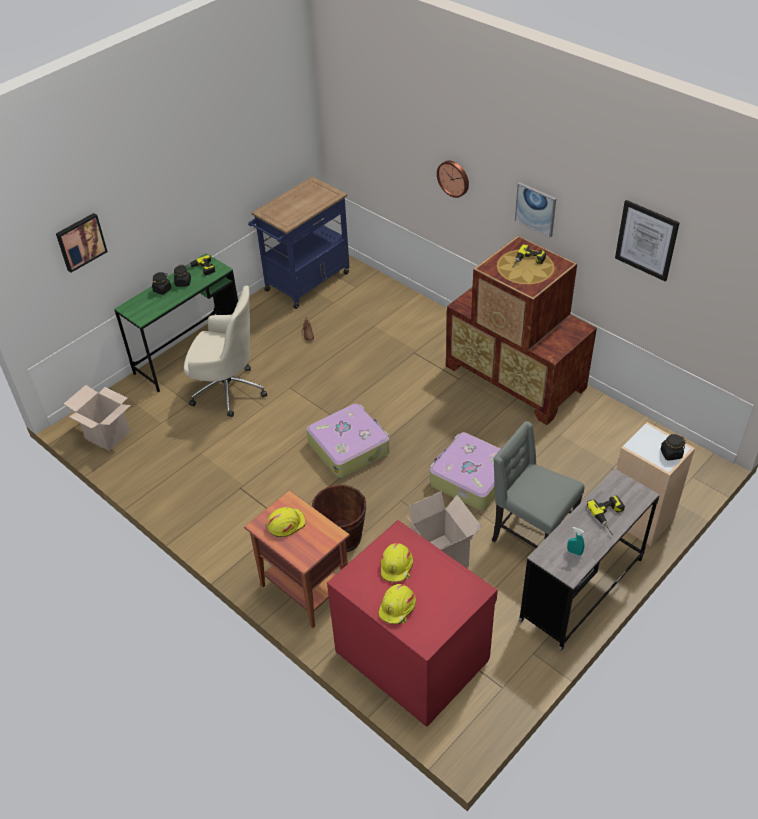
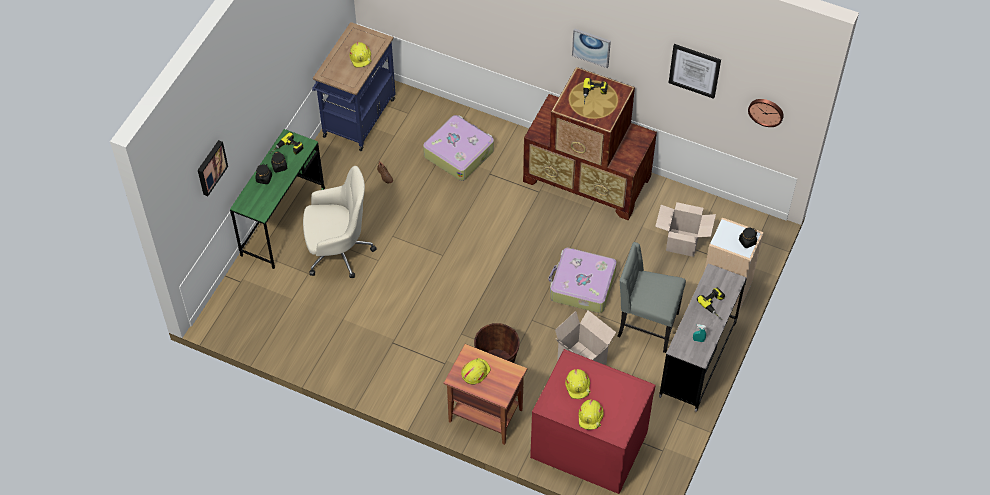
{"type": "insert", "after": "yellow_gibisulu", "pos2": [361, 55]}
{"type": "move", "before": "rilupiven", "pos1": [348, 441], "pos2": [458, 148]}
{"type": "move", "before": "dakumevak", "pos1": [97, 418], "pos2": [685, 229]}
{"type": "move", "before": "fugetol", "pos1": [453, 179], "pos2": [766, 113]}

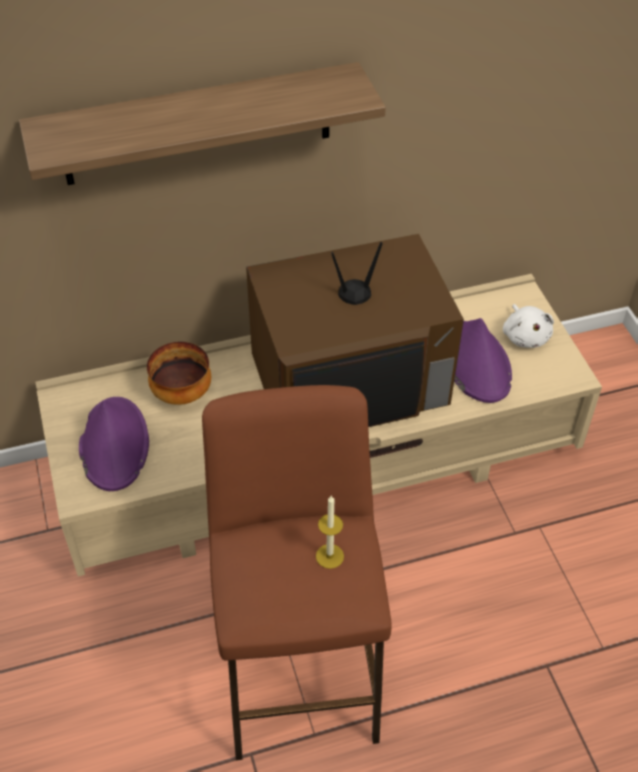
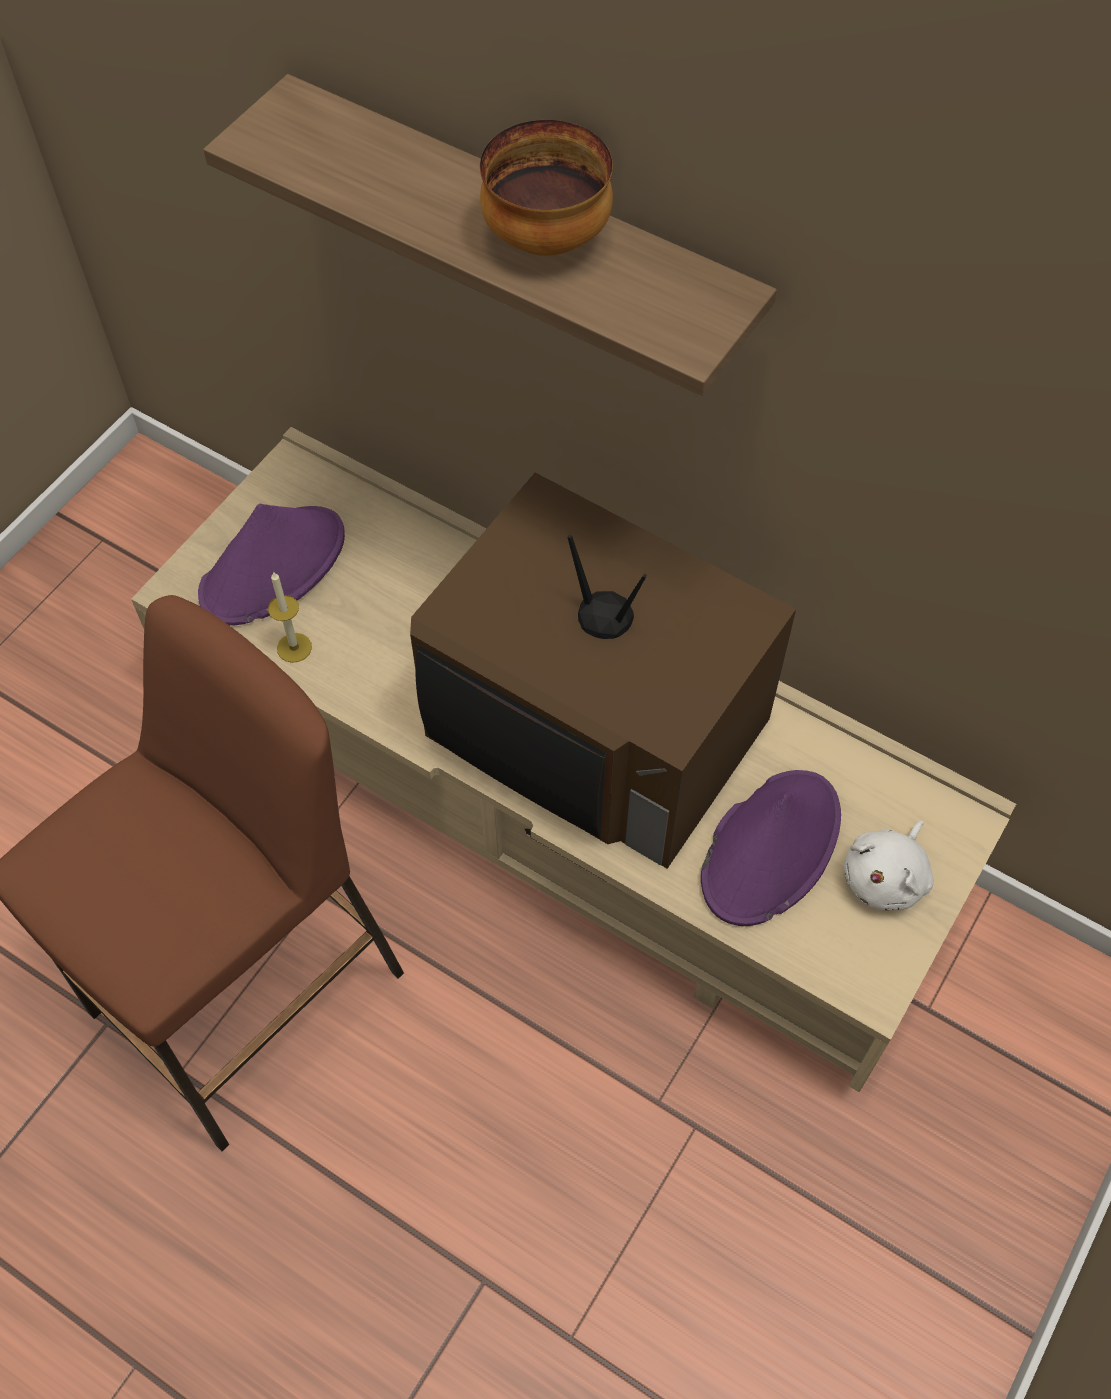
{"type": "move", "before": "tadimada", "pos1": [330, 532], "pos2": [290, 617]}
{"type": "move", "before": "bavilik", "pos1": [179, 373], "pos2": [546, 188]}

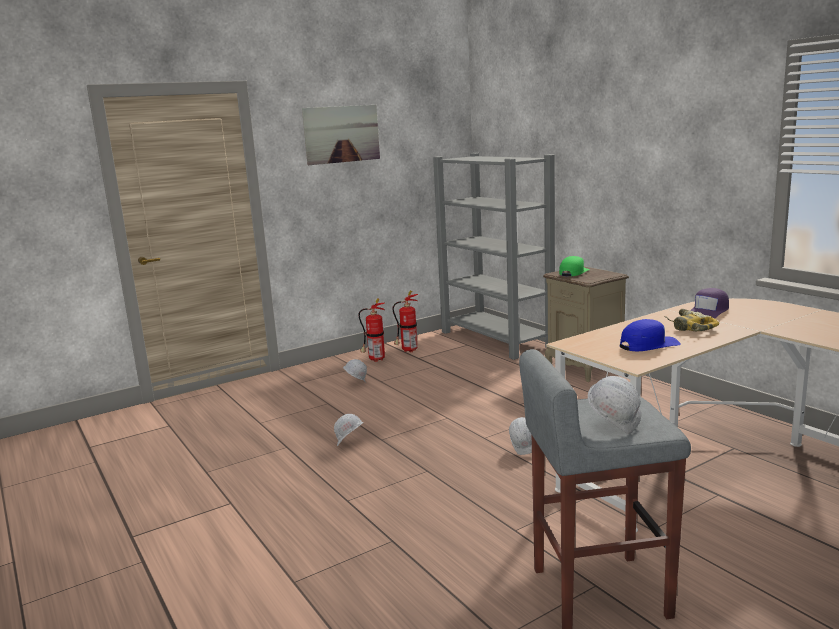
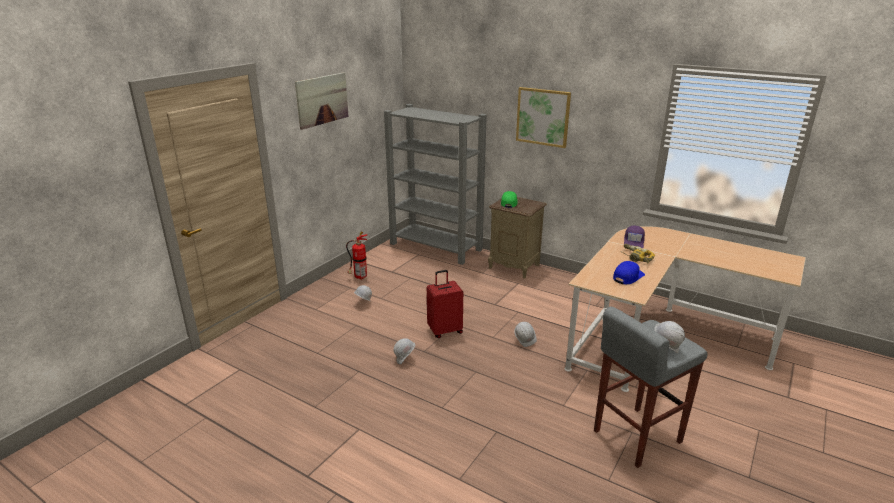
{"type": "insert", "after": "red_rilupiven", "pos2": [445, 304]}
{"type": "insert", "after": "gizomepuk", "pos2": [543, 117]}
{"type": "delete", "before": "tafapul", "pos1": [405, 321]}

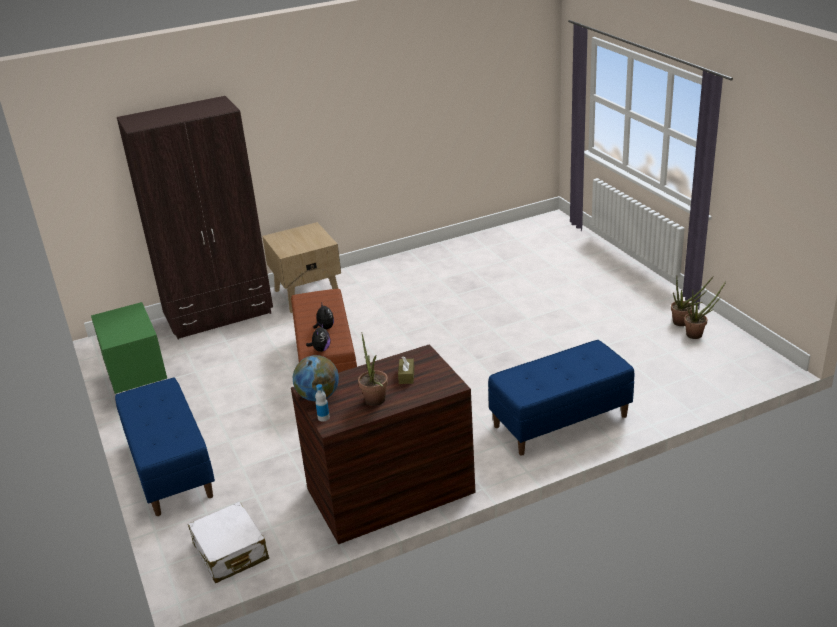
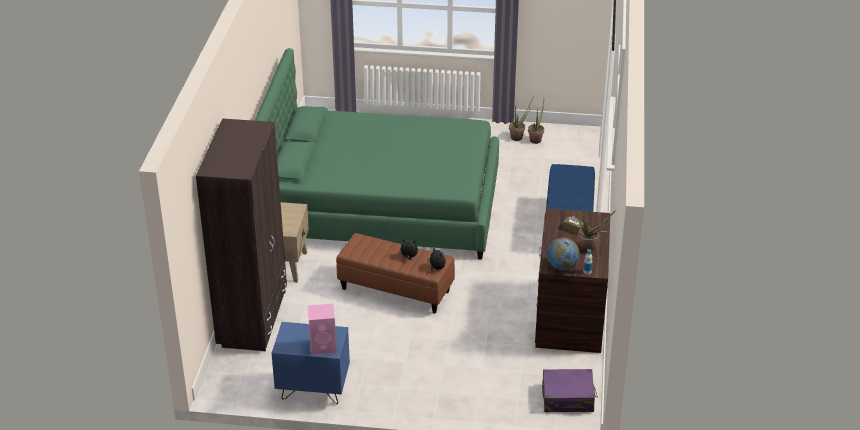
{"type": "insert", "after": "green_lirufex", "pos2": [377, 154]}
{"type": "recolor", "before": "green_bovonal", "after": "blue_bovonal", "pos1": [129, 348], "pos2": [311, 363]}
{"type": "insert", "after": "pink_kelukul", "pos2": [322, 329]}
{"type": "recolor", "before": "white_rilupiven", "after": "purple_rilupiven", "pos1": [228, 542], "pos2": [570, 390]}
{"type": "delete", "before": "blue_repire", "pos1": [165, 446]}

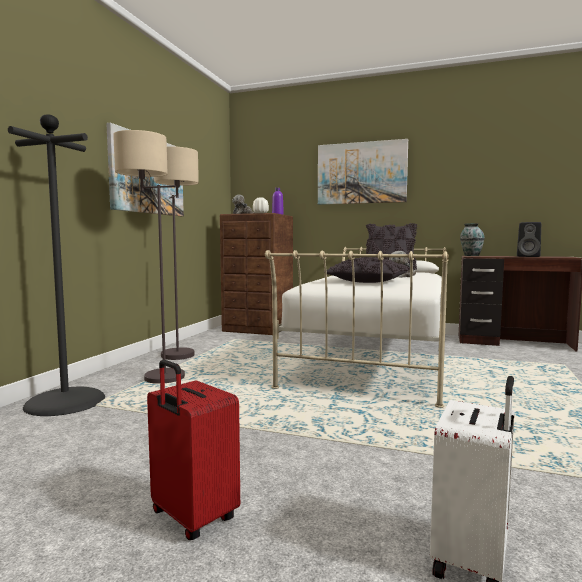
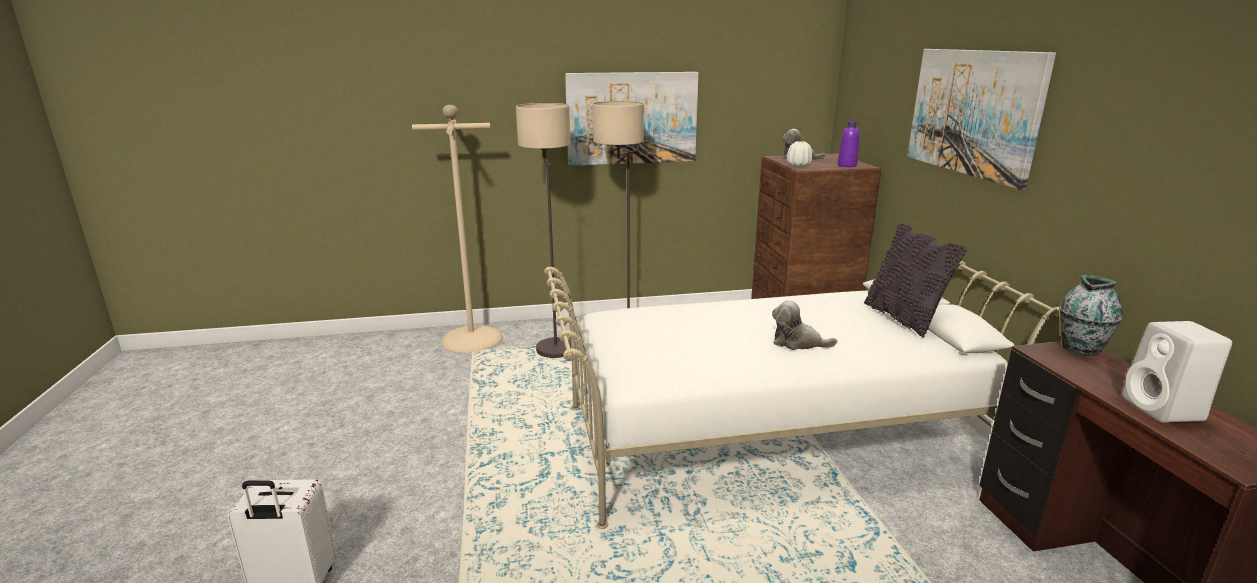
{"type": "recolor", "before": "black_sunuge", "after": "beige_sunuge", "pos1": [56, 265], "pos2": [457, 229]}
{"type": "recolor", "before": "black_kelukul", "after": "white_kelukul", "pos1": [529, 239], "pos2": [1177, 371]}
{"type": "delete", "before": "red_rilupiven", "pos1": [193, 450]}
{"type": "delete", "before": "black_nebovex", "pos1": [367, 270]}

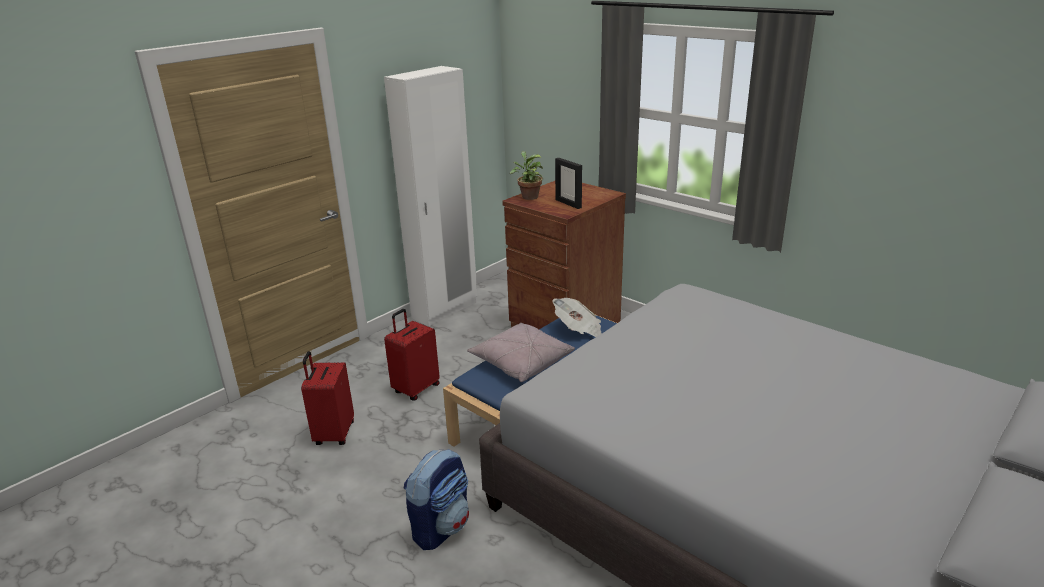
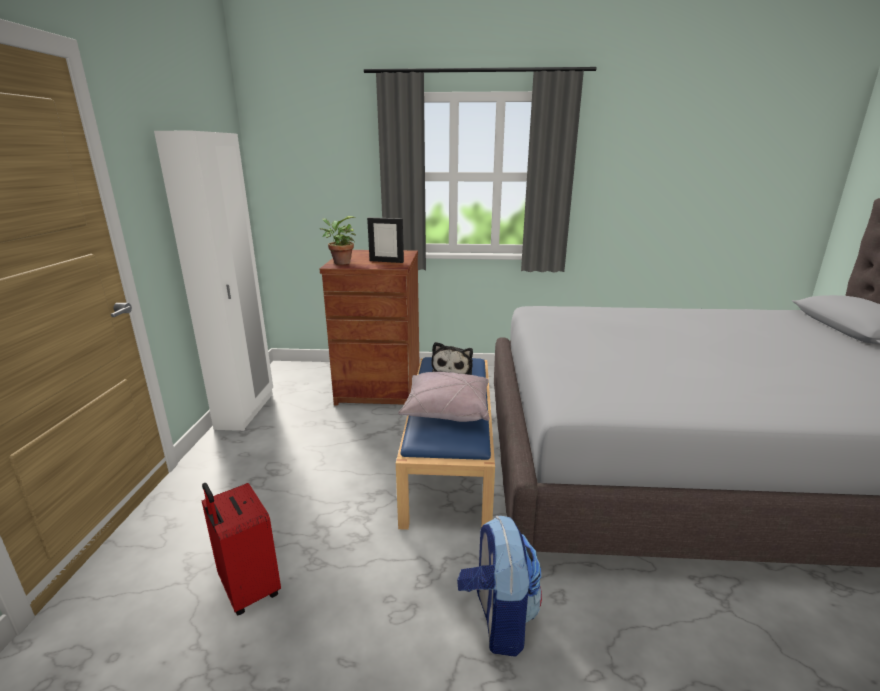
{"type": "replace", "before": "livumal", "after": "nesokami", "pos1": [577, 317], "pos2": [452, 358]}
{"type": "delete", "before": "red_rilupiven", "pos1": [412, 354]}

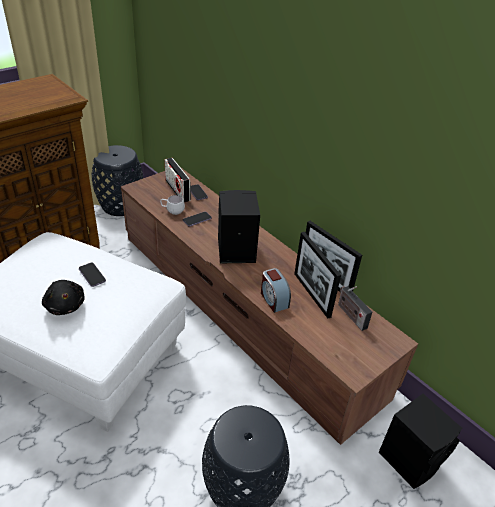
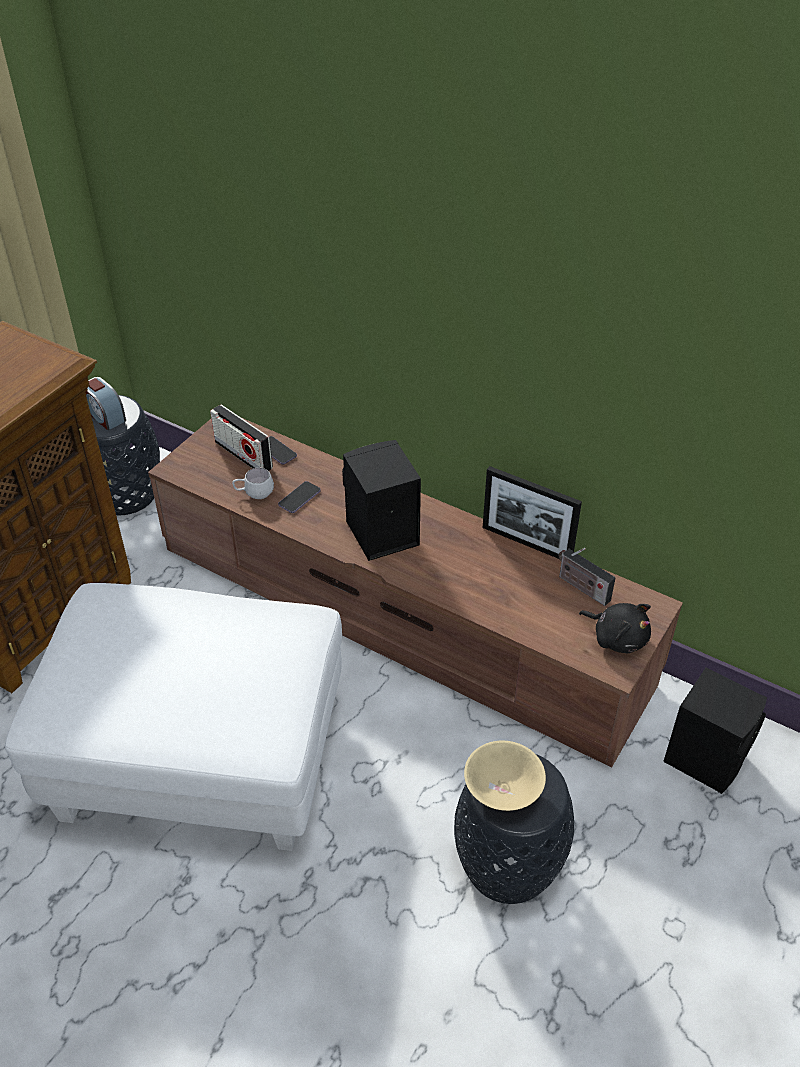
{"type": "move", "before": "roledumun", "pos1": [276, 290], "pos2": [105, 403]}
{"type": "insert", "after": "beige_bavilik", "pos2": [505, 776]}
{"type": "move", "before": "black_nesokami", "pos1": [63, 297], "pos2": [615, 628]}
{"type": "delete", "before": "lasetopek", "pos1": [92, 274]}
{"type": "delete", "before": "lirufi", "pos1": [317, 275]}

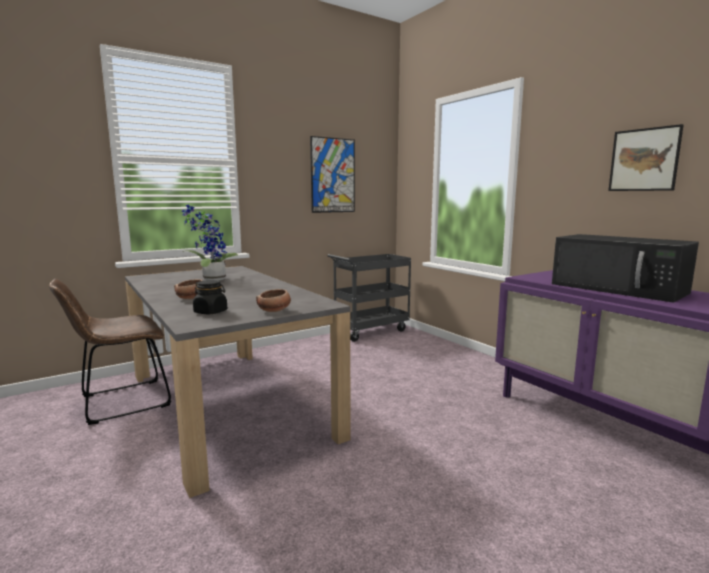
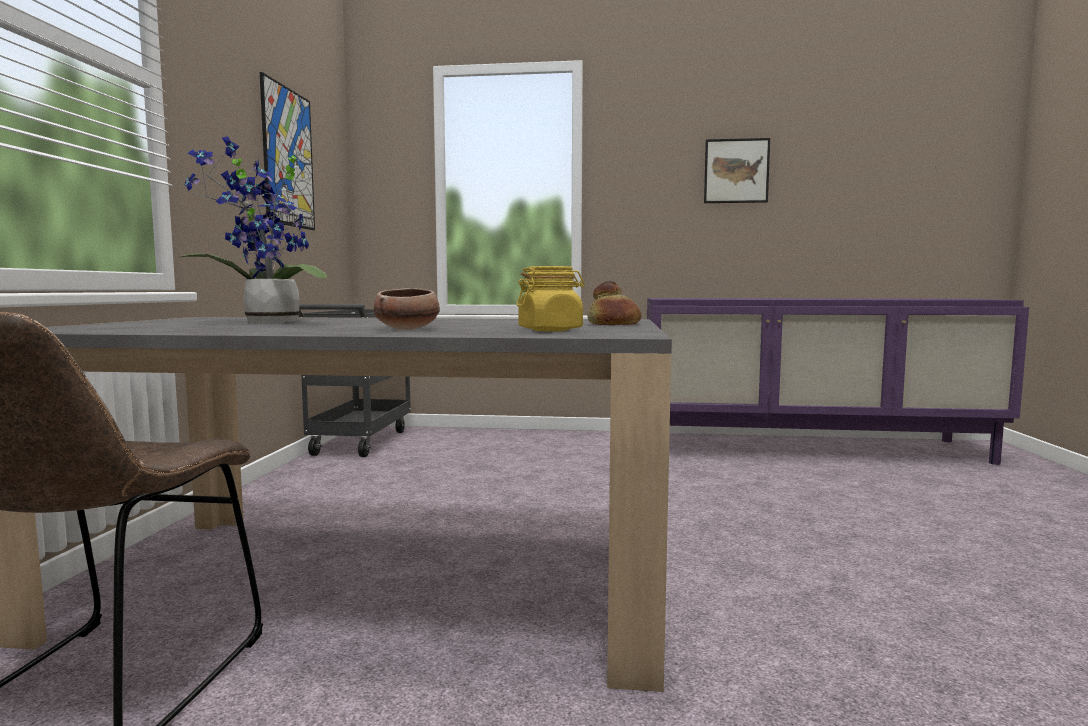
{"type": "recolor", "before": "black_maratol", "after": "yellow_maratol", "pos1": [210, 297], "pos2": [551, 298]}
{"type": "replace", "before": "bavilik", "after": "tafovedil", "pos1": [273, 300], "pos2": [614, 303]}
{"type": "delete", "before": "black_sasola", "pos1": [625, 268]}

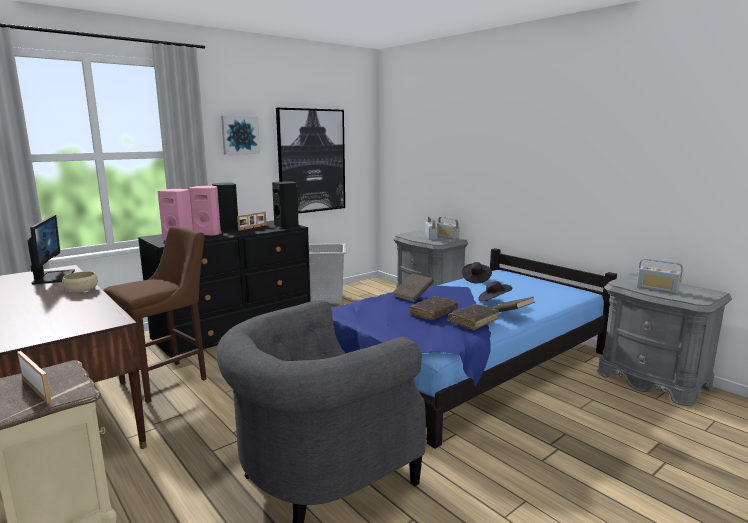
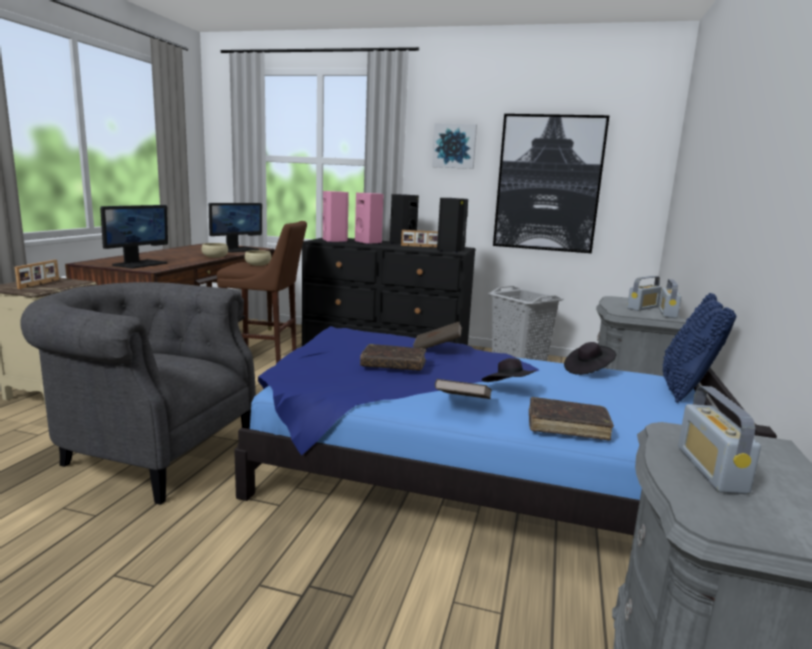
{"type": "insert", "after": "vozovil", "pos2": [134, 237]}
{"type": "insert", "after": "beige_bavilik", "pos2": [258, 258]}
{"type": "move", "before": "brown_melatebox", "pos1": [473, 317], "pos2": [571, 419]}
{"type": "insert", "after": "blue_nebovex", "pos2": [699, 348]}

